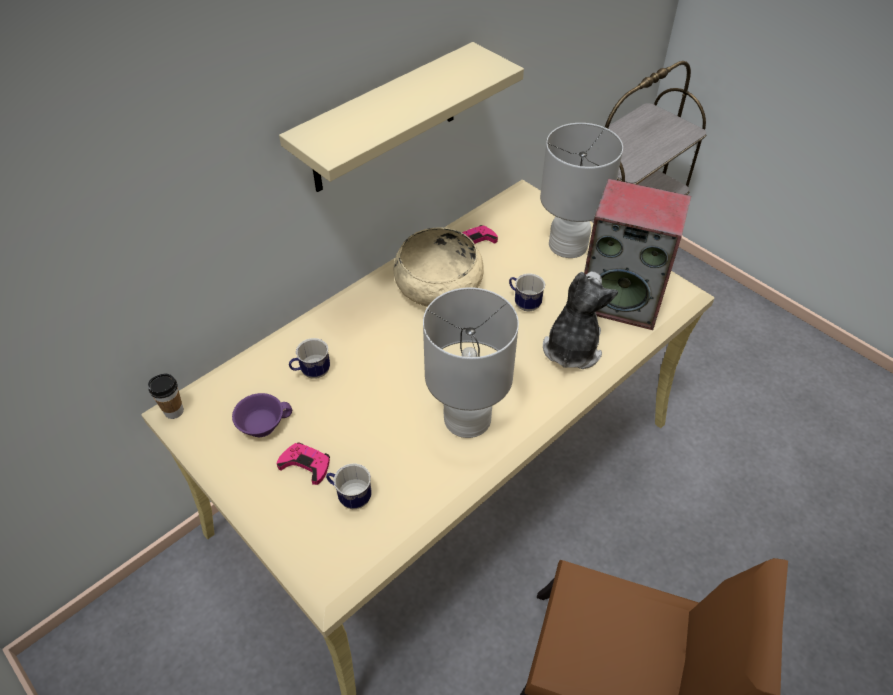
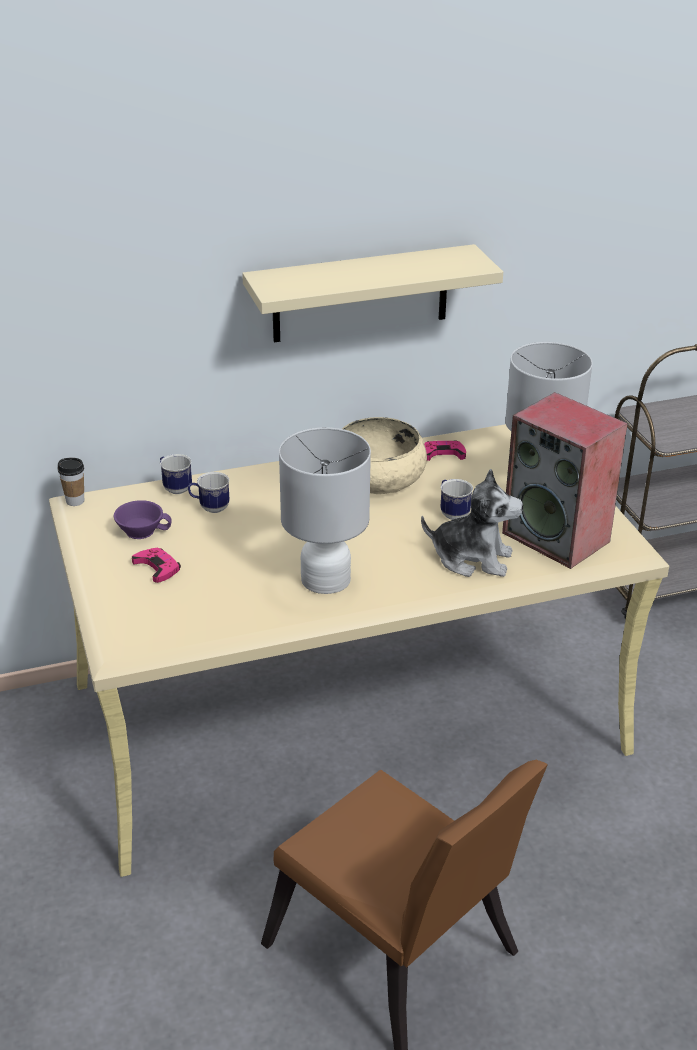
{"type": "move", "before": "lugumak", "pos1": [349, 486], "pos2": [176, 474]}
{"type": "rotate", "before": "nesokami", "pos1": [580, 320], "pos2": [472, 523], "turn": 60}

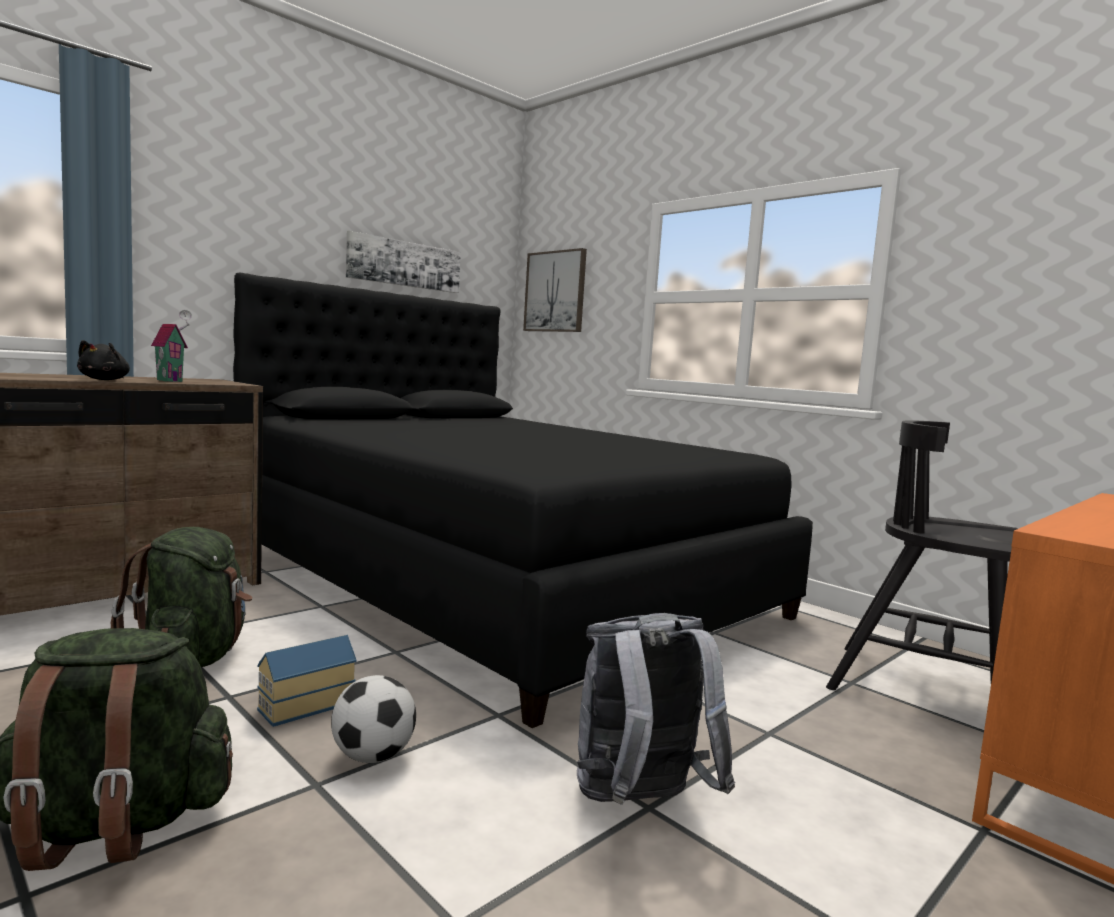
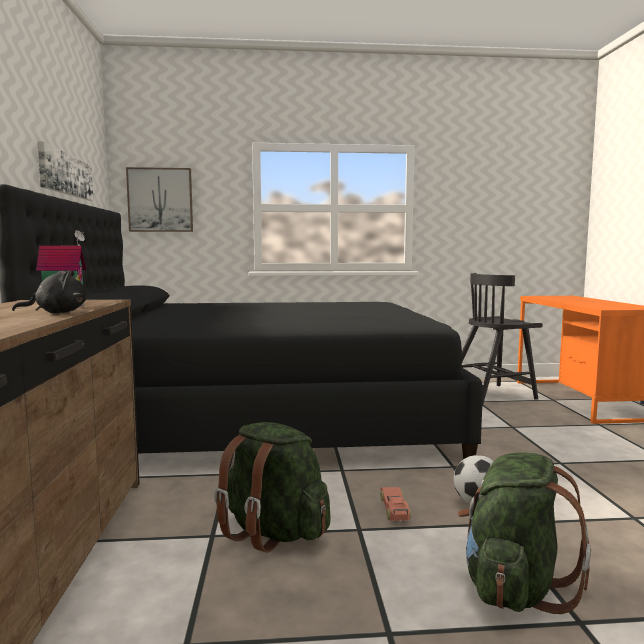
{"type": "rotate", "before": "black_nesokami", "pos1": [103, 360], "pos2": [49, 292], "turn": -60}
{"type": "replace", "before": "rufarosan", "after": "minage", "pos1": [307, 681], "pos2": [395, 504]}
{"type": "delete", "before": "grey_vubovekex", "pos1": [656, 709]}

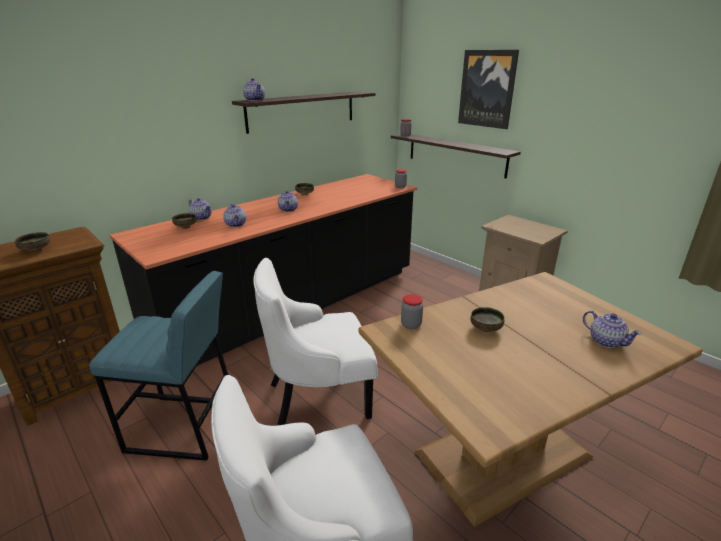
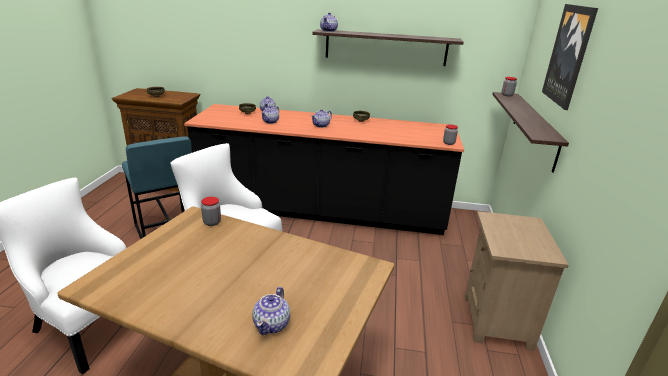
{"type": "delete", "before": "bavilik", "pos1": [487, 319]}

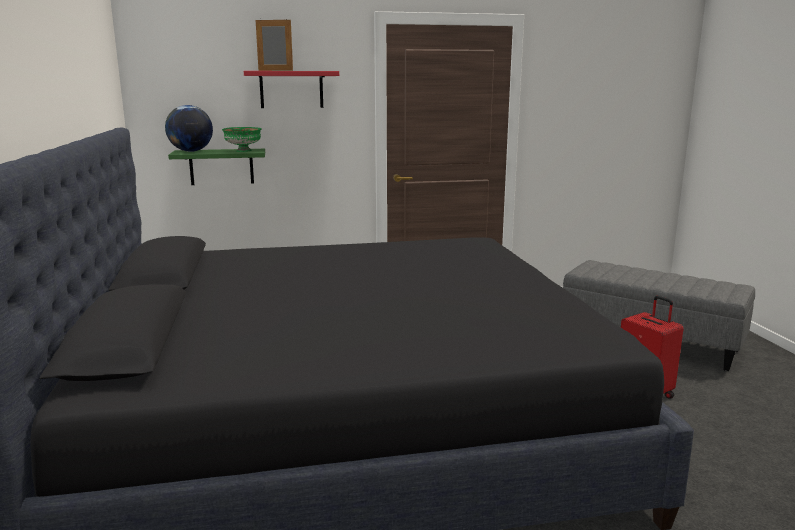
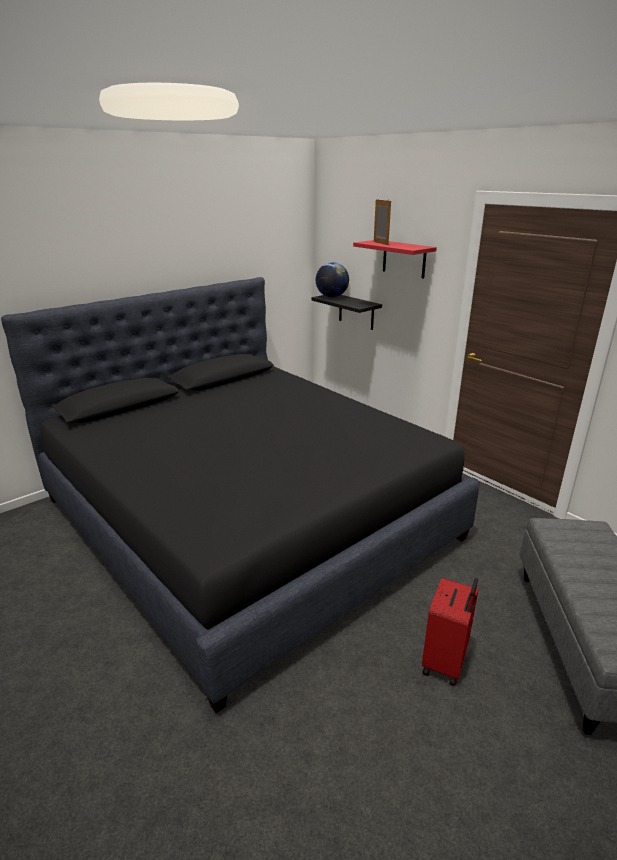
{"type": "recolor", "before": "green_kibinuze", "after": "black_kibinuze", "pos1": [216, 167], "pos2": [346, 312]}
{"type": "delete", "before": "green_bavilik", "pos1": [242, 139]}

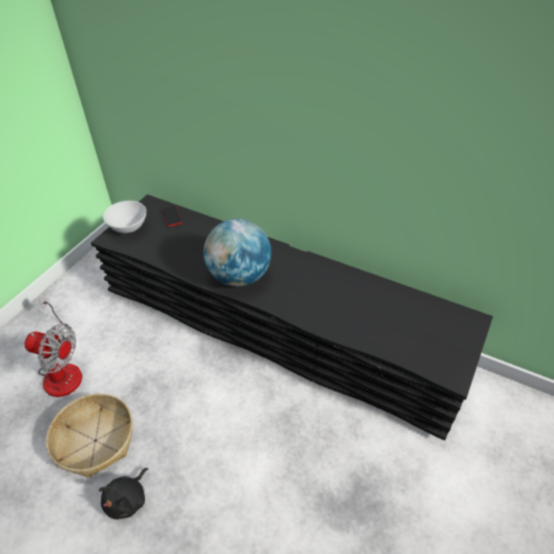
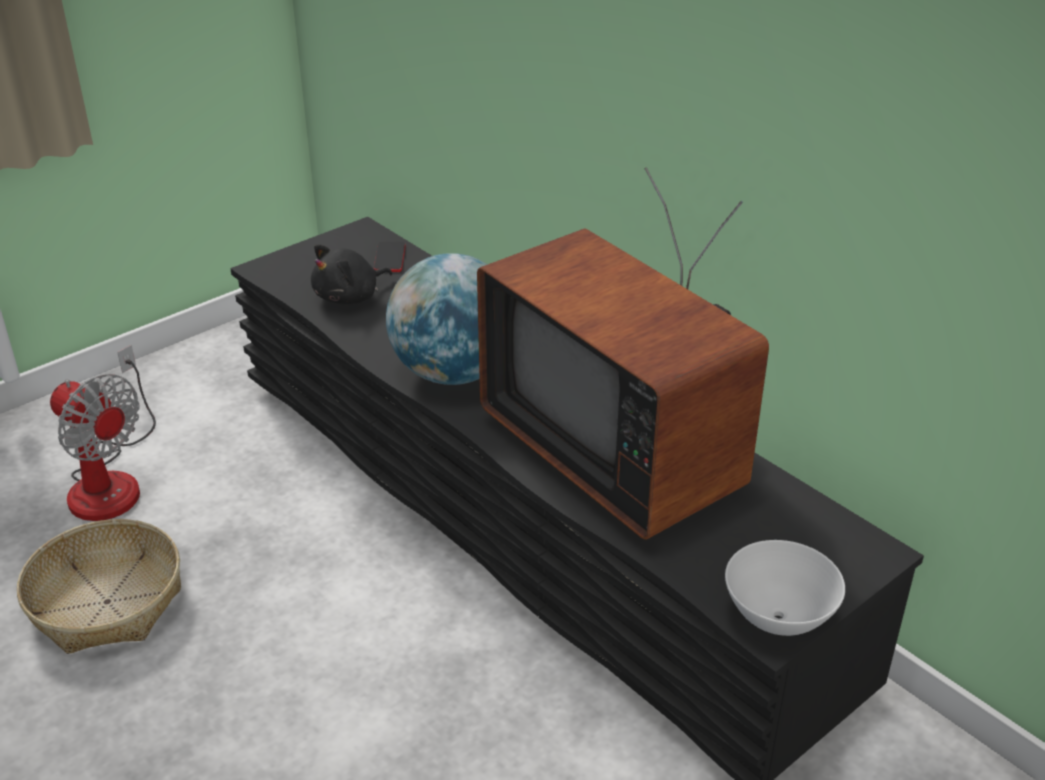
{"type": "move", "before": "black_nesokami", "pos1": [123, 493], "pos2": [351, 274]}
{"type": "insert", "after": "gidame", "pos2": [623, 353]}
{"type": "move", "before": "white_bavilik", "pos1": [125, 217], "pos2": [785, 588]}

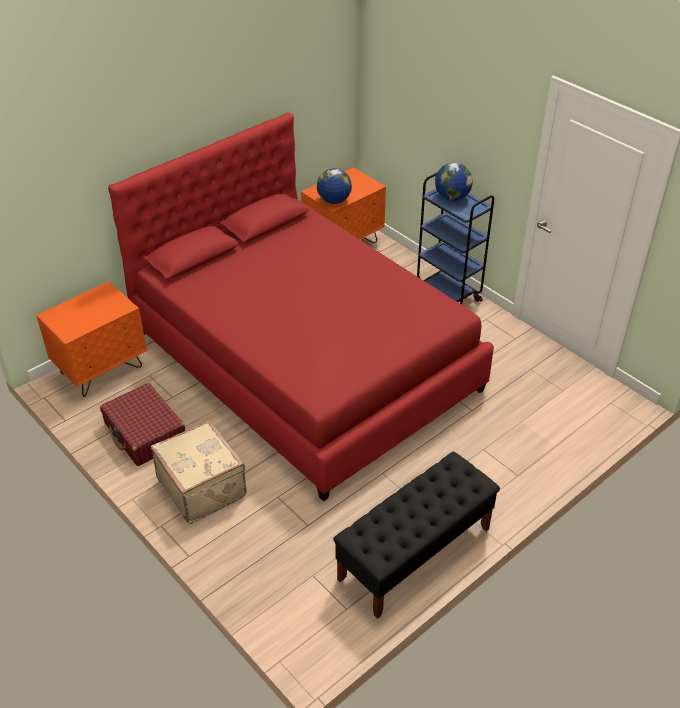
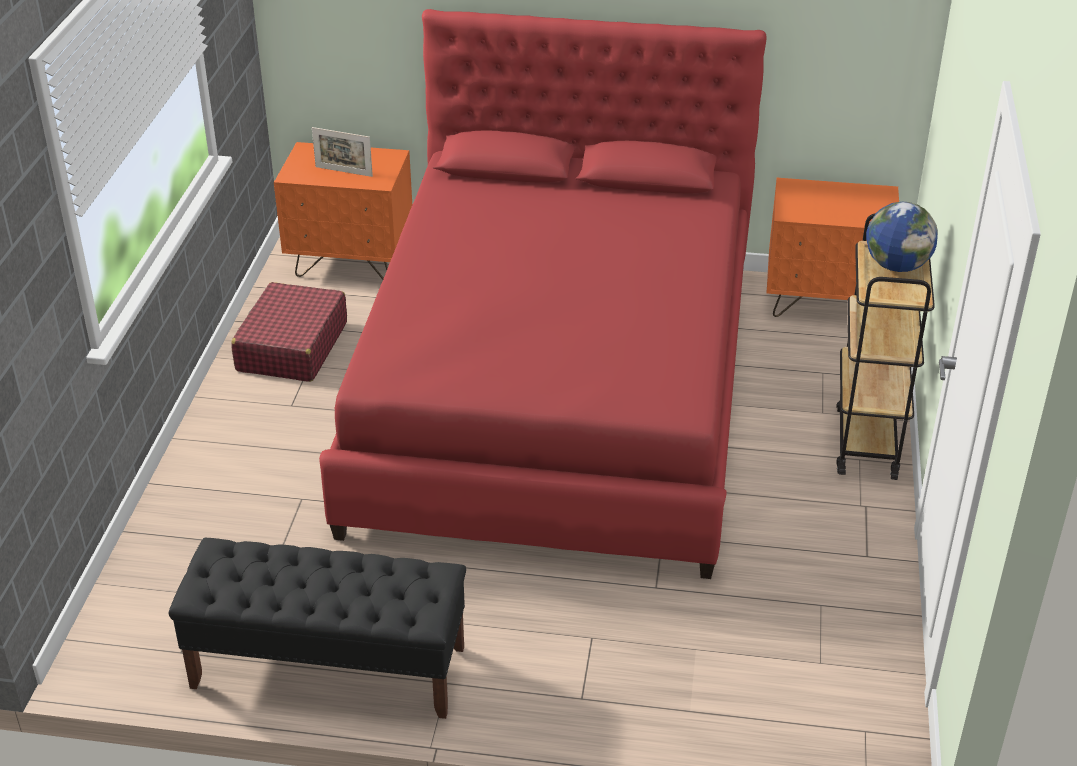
{"type": "insert", "after": "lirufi", "pos2": [342, 152]}
{"type": "recolor", "before": "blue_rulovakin", "after": "brown_rulovakin", "pos1": [455, 238], "pos2": [885, 346]}
{"type": "delete", "before": "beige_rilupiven", "pos1": [199, 472]}
{"type": "delete", "before": "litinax", "pos1": [334, 186]}

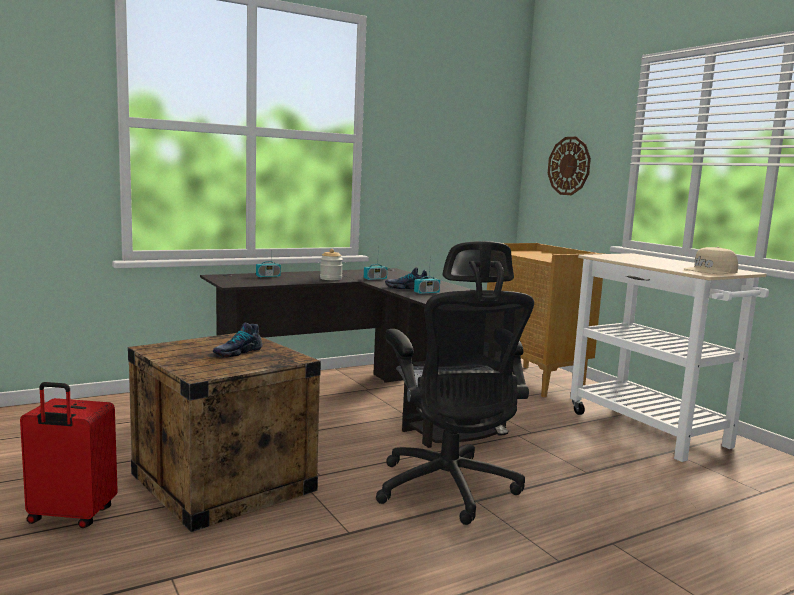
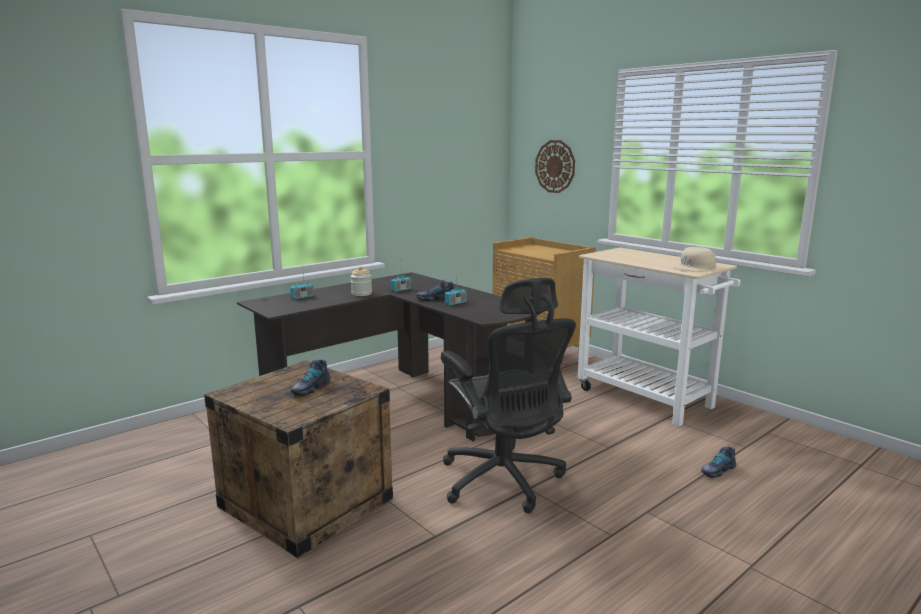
{"type": "insert", "after": "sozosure", "pos2": [718, 462]}
{"type": "delete", "before": "red_rilupiven", "pos1": [69, 455]}

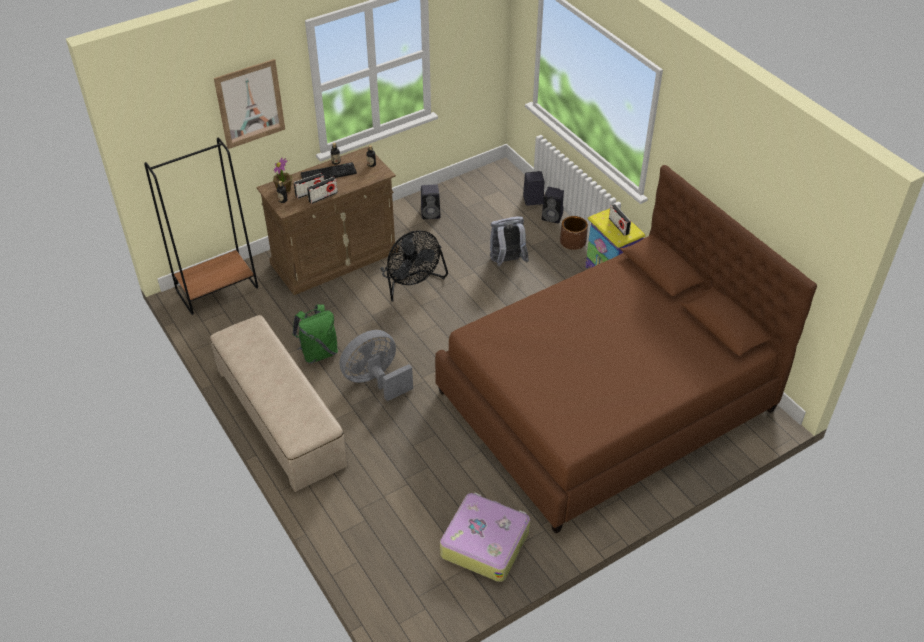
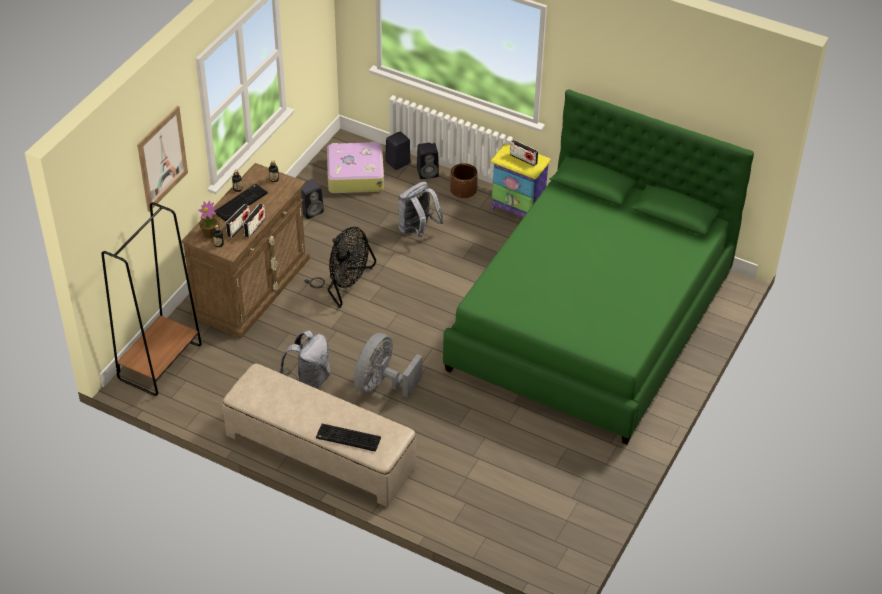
{"type": "recolor", "before": "green_vubovekex", "after": "grey_vubovekex", "pos1": [315, 334], "pos2": [305, 359]}
{"type": "insert", "after": "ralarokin", "pos2": [348, 437]}
{"type": "move", "before": "rilupiven", "pos1": [485, 537], "pos2": [355, 167]}
{"type": "recolor", "before": "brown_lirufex", "after": "green_lirufex", "pos1": [626, 349], "pos2": [598, 267]}

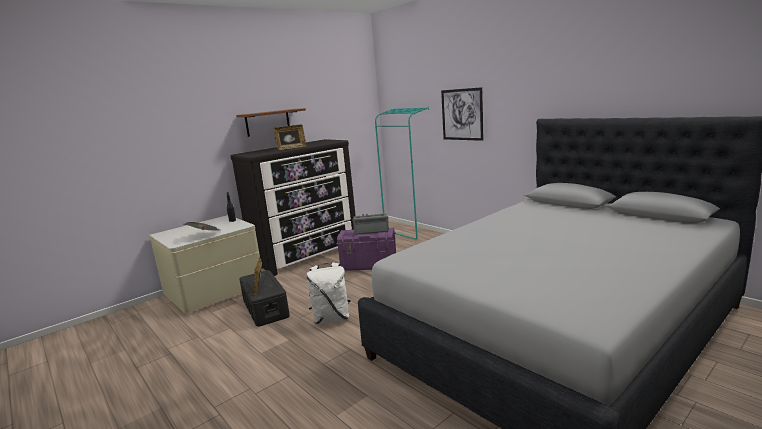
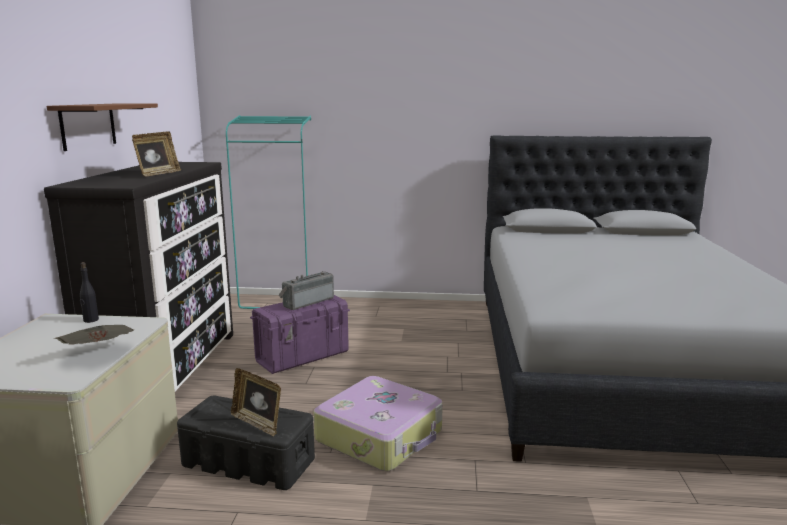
{"type": "replace", "before": "white_vubovekex", "after": "rilupiven", "pos1": [329, 293], "pos2": [378, 423]}
{"type": "delete", "before": "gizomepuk", "pos1": [462, 114]}

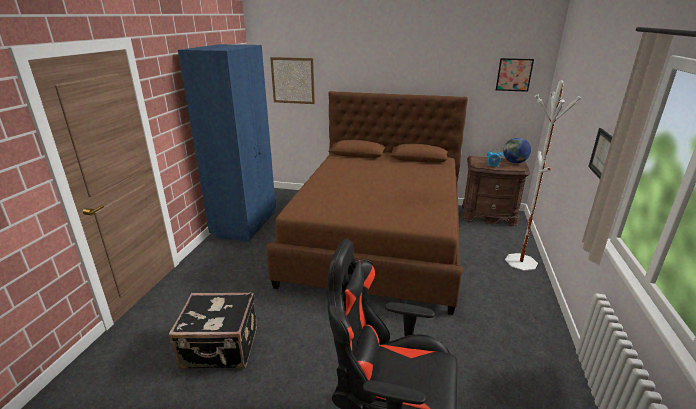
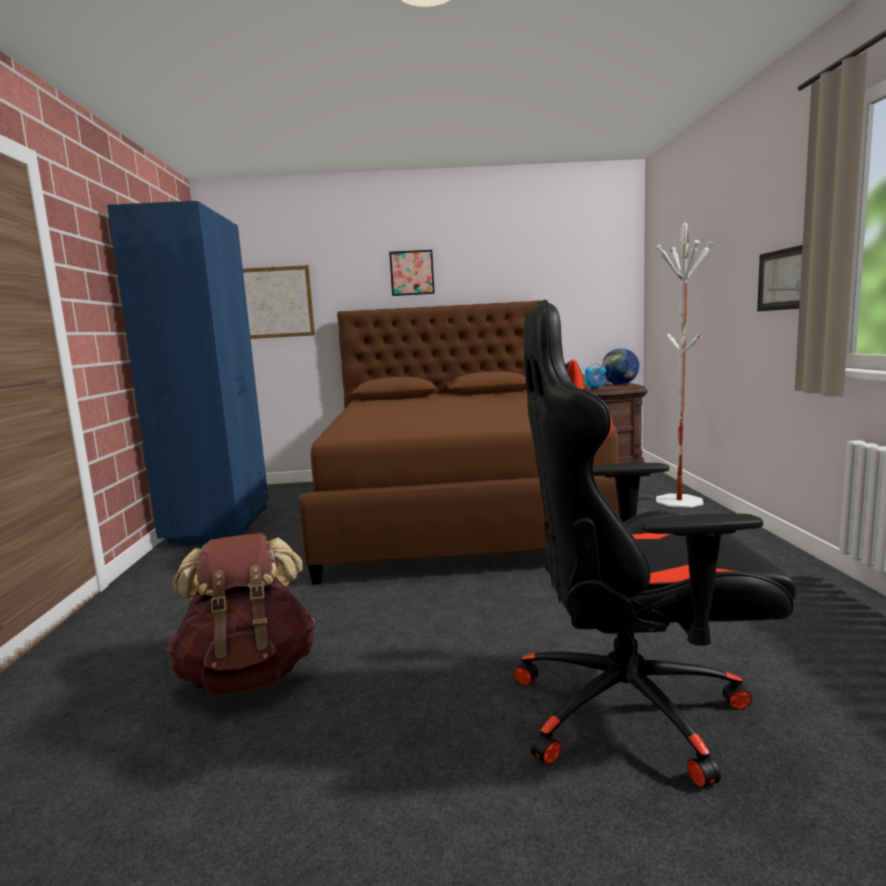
{"type": "replace", "before": "black_rilupiven", "after": "brown_vubovekex", "pos1": [213, 330], "pos2": [241, 614]}
{"type": "move", "before": "gizomepuk", "pos1": [515, 75], "pos2": [412, 273]}

